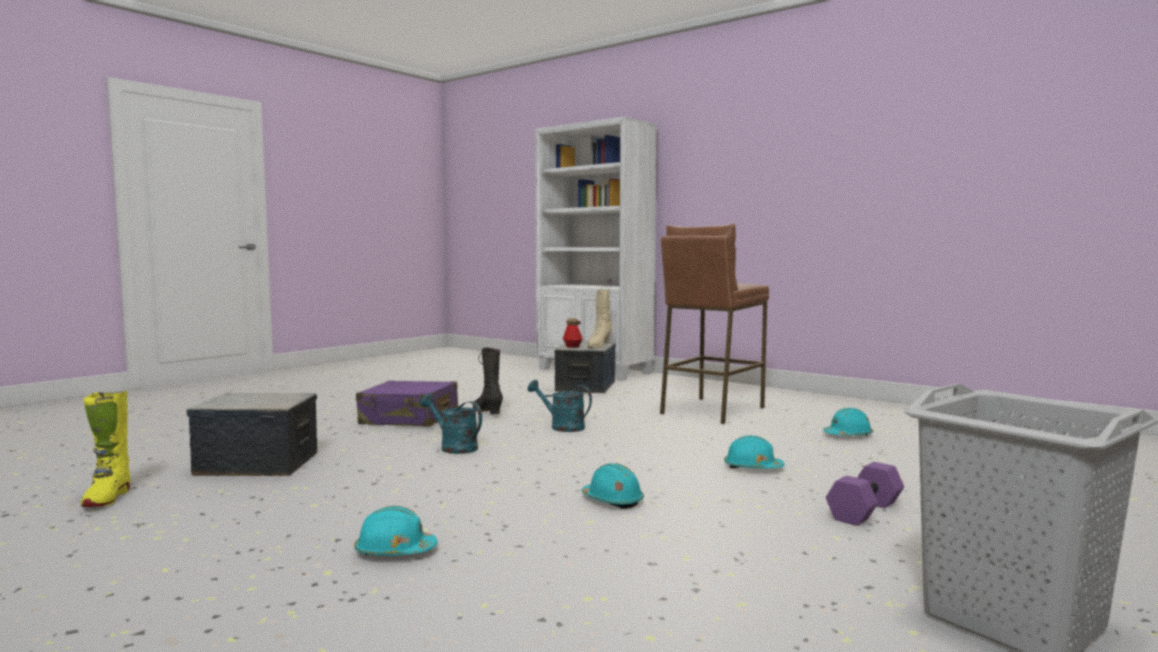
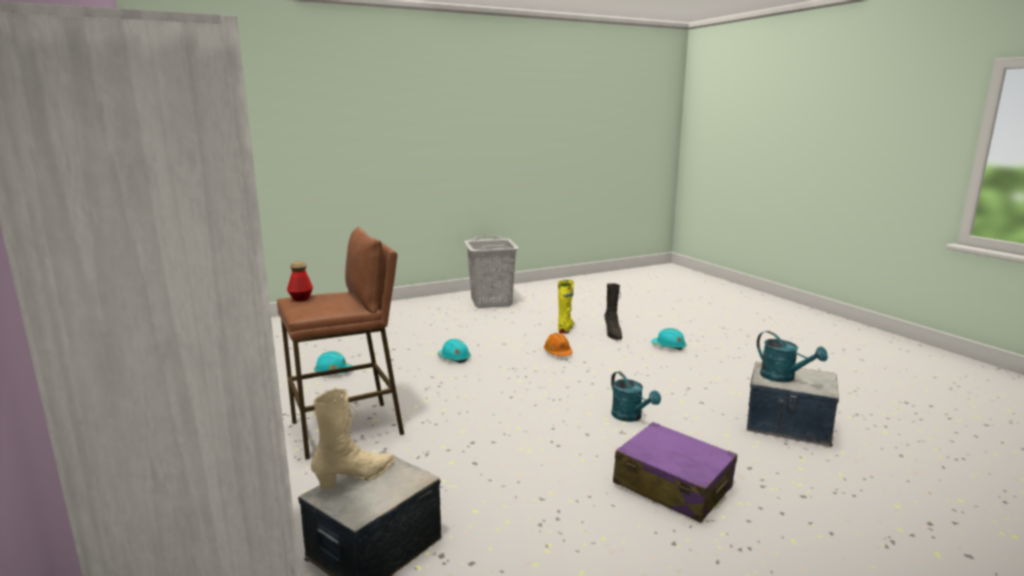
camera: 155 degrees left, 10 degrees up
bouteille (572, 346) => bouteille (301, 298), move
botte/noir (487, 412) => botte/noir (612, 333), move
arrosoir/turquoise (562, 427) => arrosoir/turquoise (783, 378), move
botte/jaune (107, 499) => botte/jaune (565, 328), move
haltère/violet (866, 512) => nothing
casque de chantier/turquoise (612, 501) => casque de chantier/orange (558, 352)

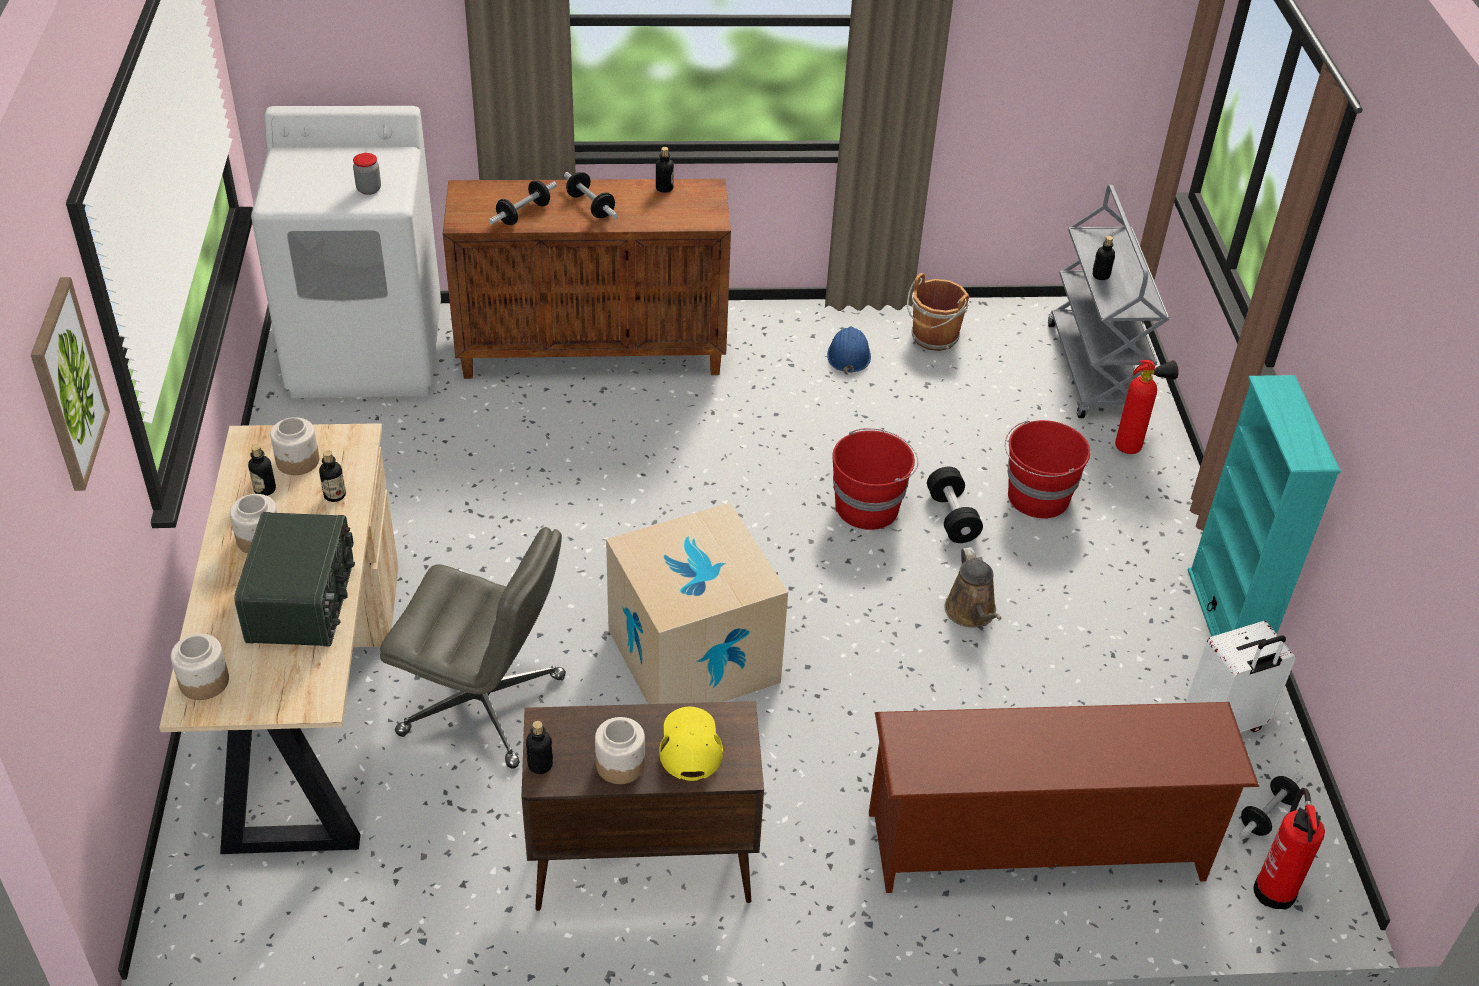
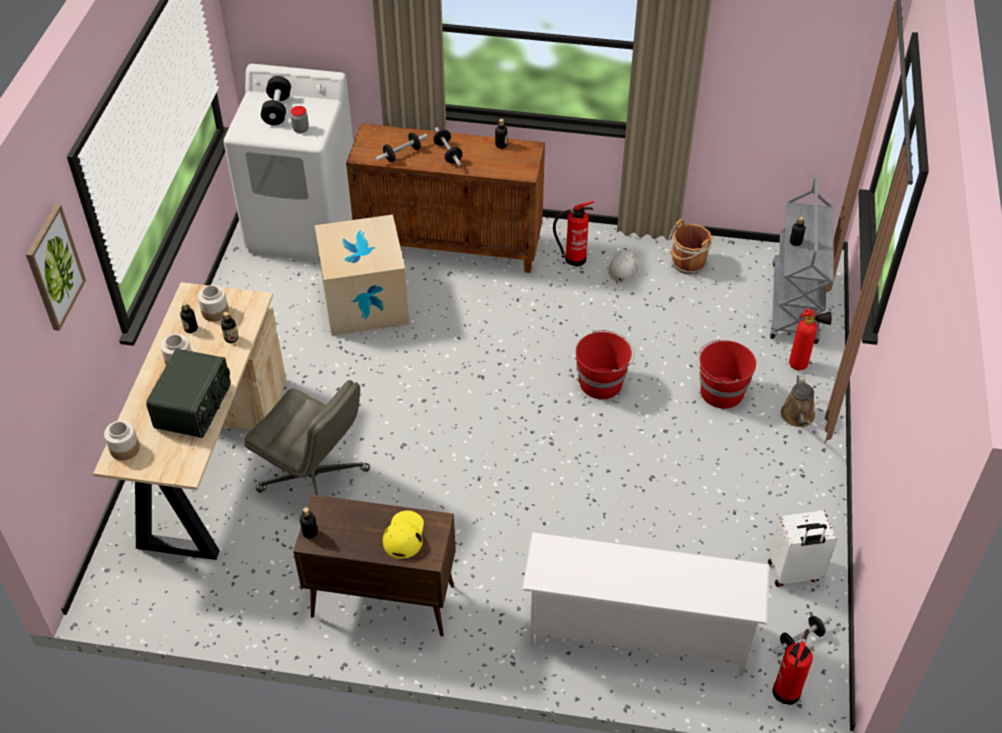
camera: 15 degrees right, 5 degrees up
casque de chantier/bleu (848, 355) => casque de chantier/blanc (623, 269)
bibliothèque/turquoise (1226, 617) => nothing
haltère/noir (952, 517) => haltère/noir (277, 110), move
carton (693, 656) => carton (365, 302), move
arrosoir/marron (972, 613) => arrosoir/marron (798, 417), move
étagère à chaussures/marron (1036, 849) => étagère à chaussures/blanc (637, 634)
bocal (620, 764) => nothing
nothing => extincteur (573, 259)

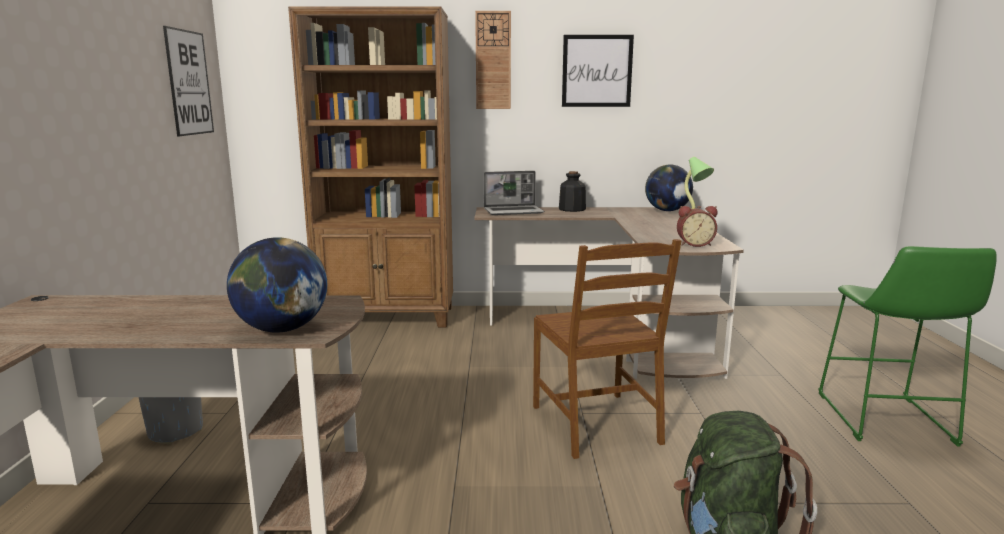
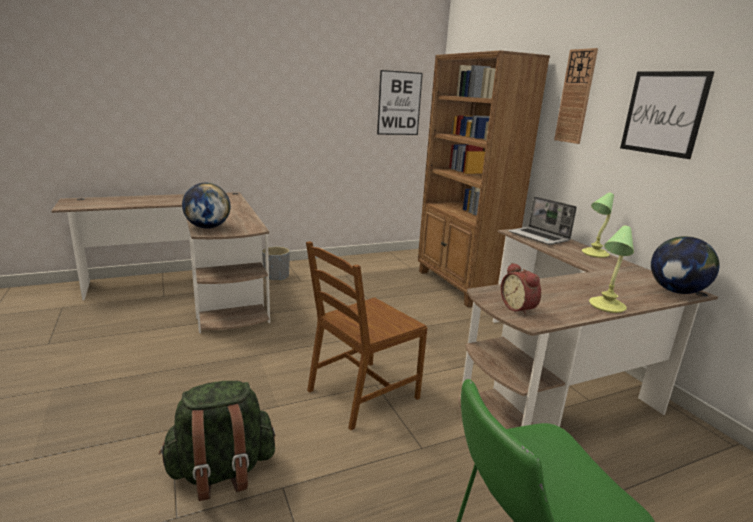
camera: 65 degrees right, 5 degrees up
bouteille (572, 209) => lampe de table (594, 254)

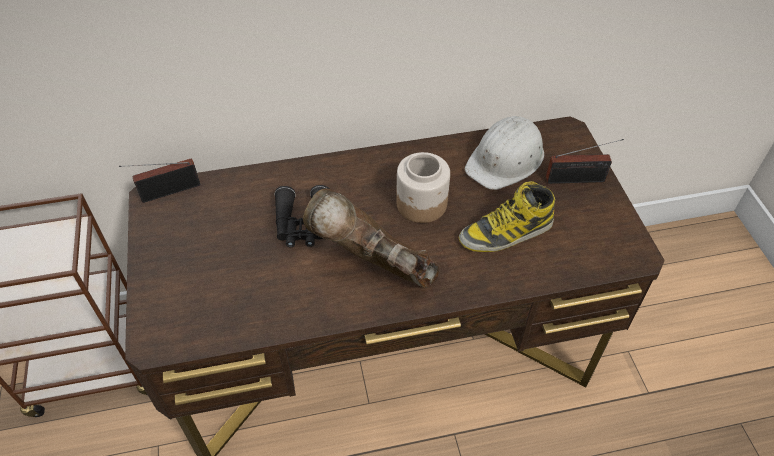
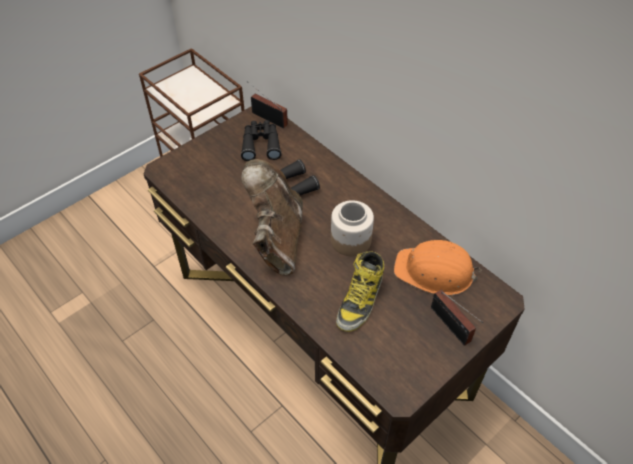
camera: 60 degrees right, 0 degrees up
casque de chantier/blanc (506, 159) => casque de chantier/orange (435, 271)
botte (506, 233) => botte (360, 300), 105 degrees counterclockwise
nothing => jumelles/noir (261, 144)

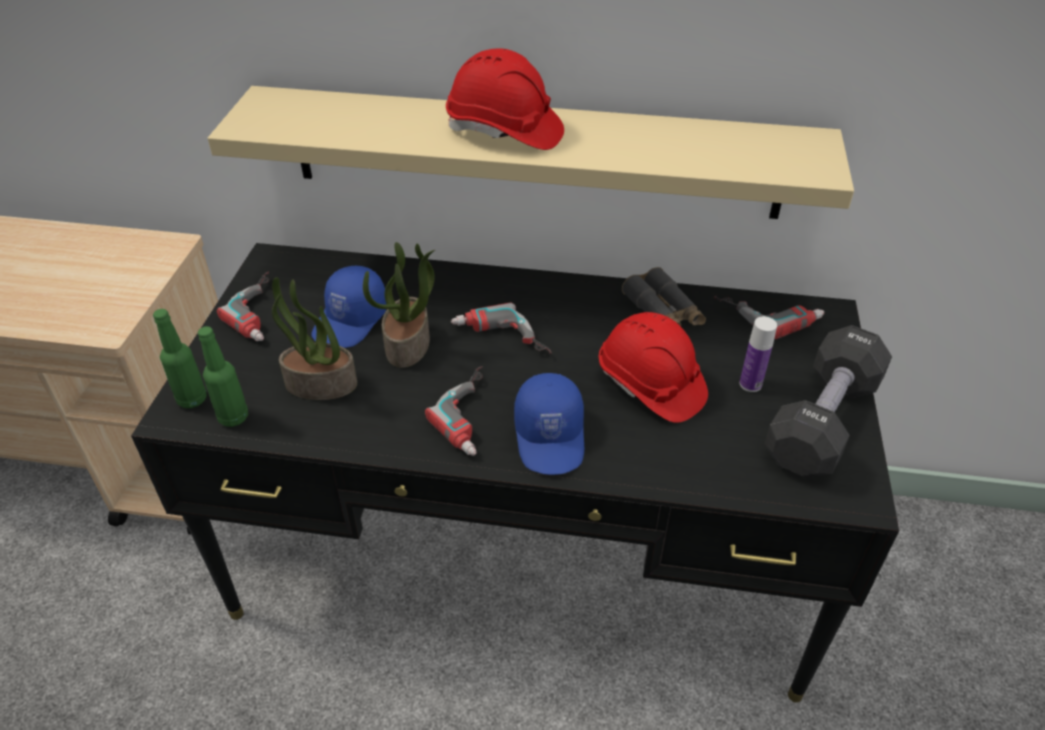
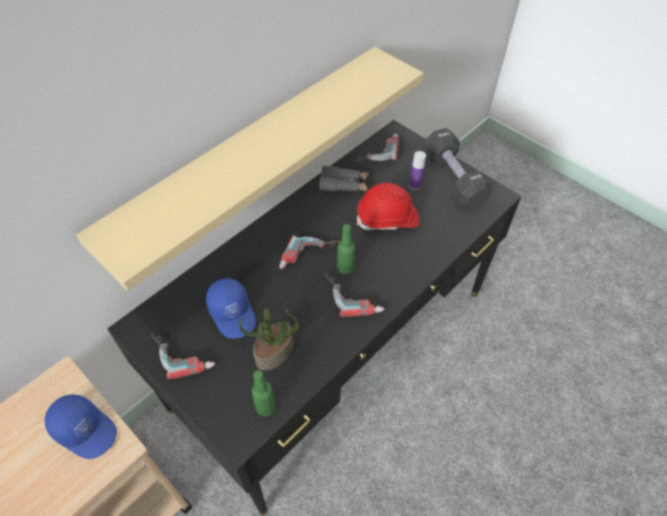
camera: 55 degrees left, 10 degrees up
casque de chantier/rouge (504, 131) => nothing
plante en pot (408, 345) => nothing
bouteille/vert (192, 399) => bouteille/vert (345, 268), move
casquette/bleu (551, 436) => casquette/bleu (86, 429), move

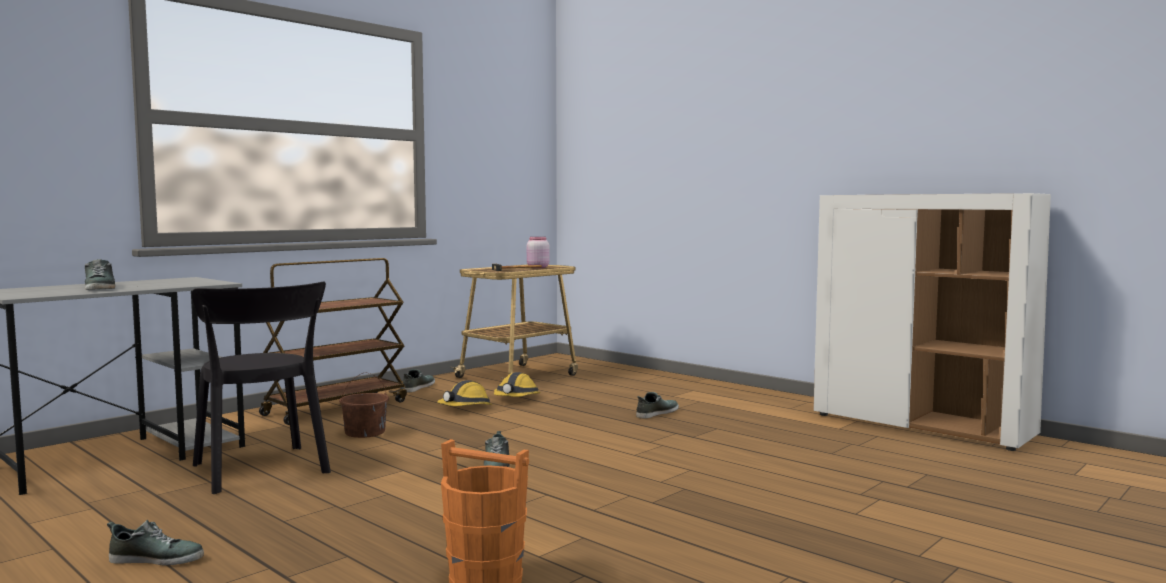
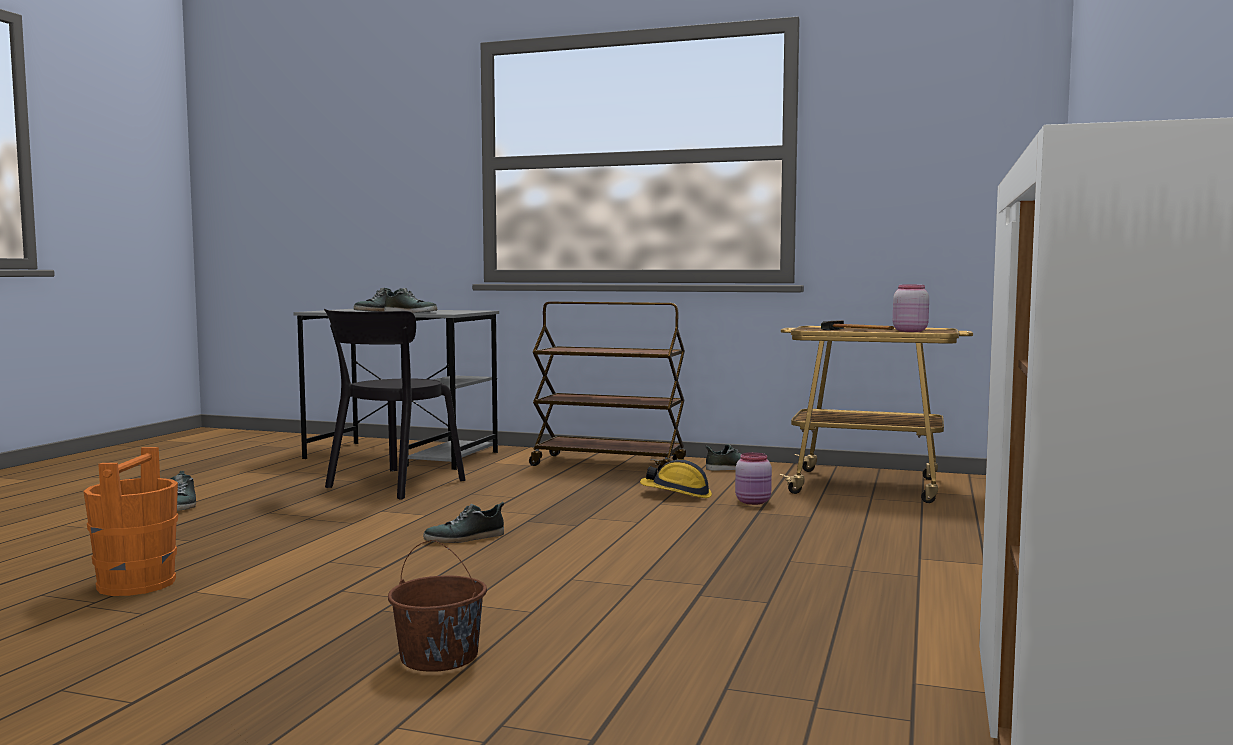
camera: 65 degrees right, 0 degrees up
seau/marron (365, 432) => seau/marron (440, 657), move
casque de chantier (516, 398) => bocal/rose (754, 502)
chaussure (656, 413) => chaussure (411, 312), move

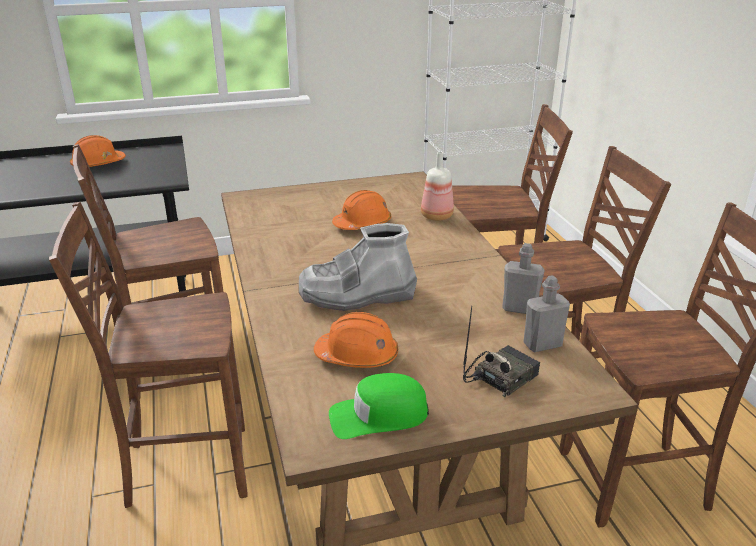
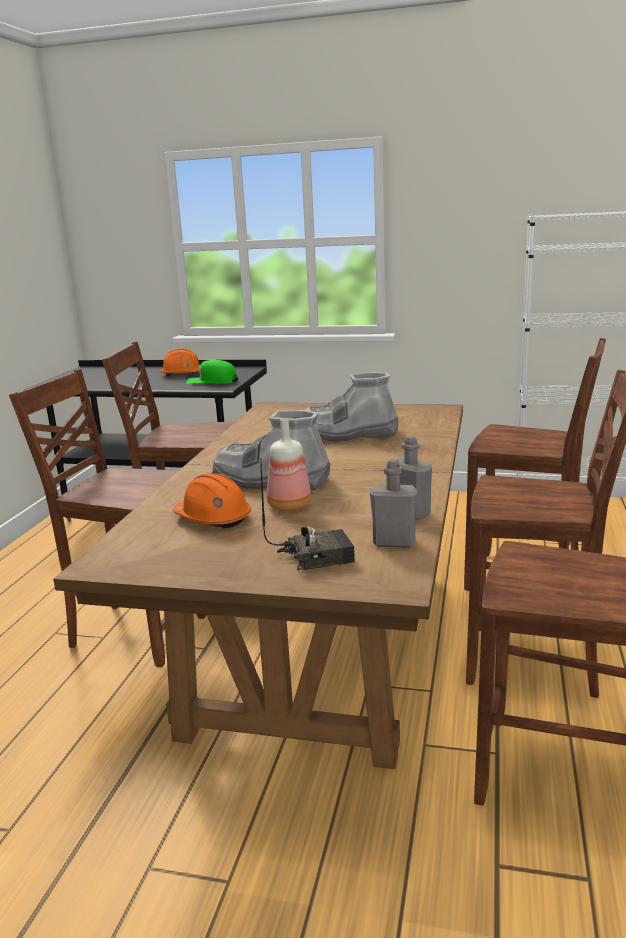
camera: 30 degrees right, 10 degrees down
bouteille (435, 216) => bouteille (288, 506), move
casque de chantier/orange (362, 224) => botte/gris (347, 434)
casquette/vert (378, 416) => casquette/vert (212, 381), move

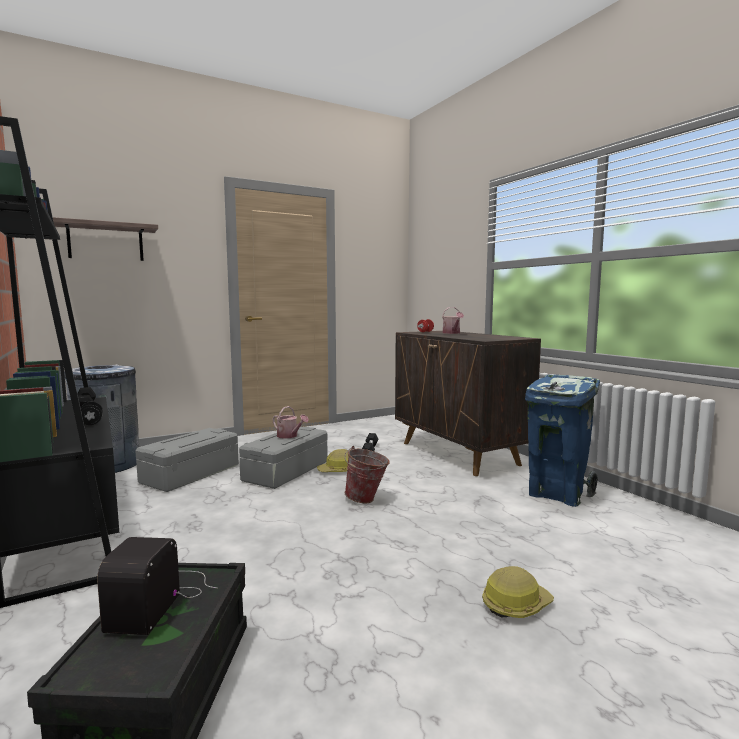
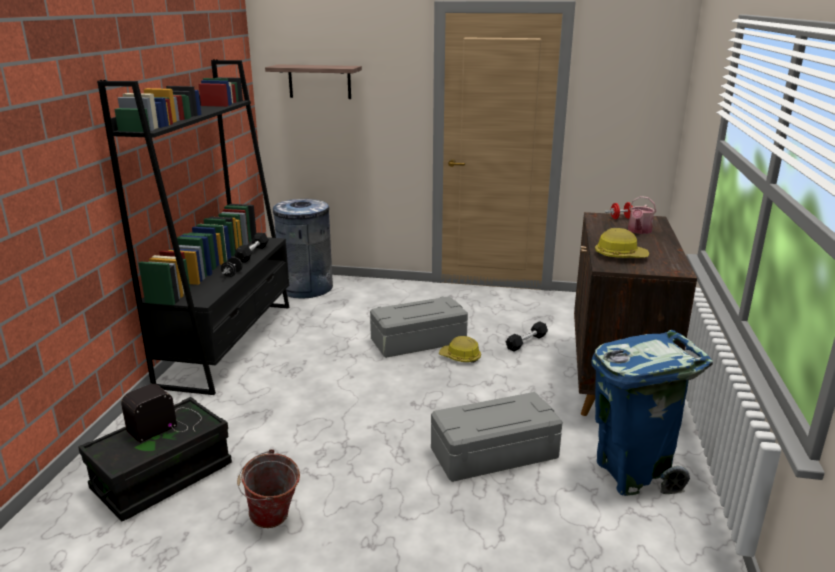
camera: 40 degrees right, 15 degrees up
arrosoir (289, 436) => nothing
boîte de rangement/gris (190, 473) => boîte de rangement/gris (494, 453), move
seau (366, 500) => seau (273, 521), move
casque de chantier (515, 604) => casque de chantier (620, 255), move

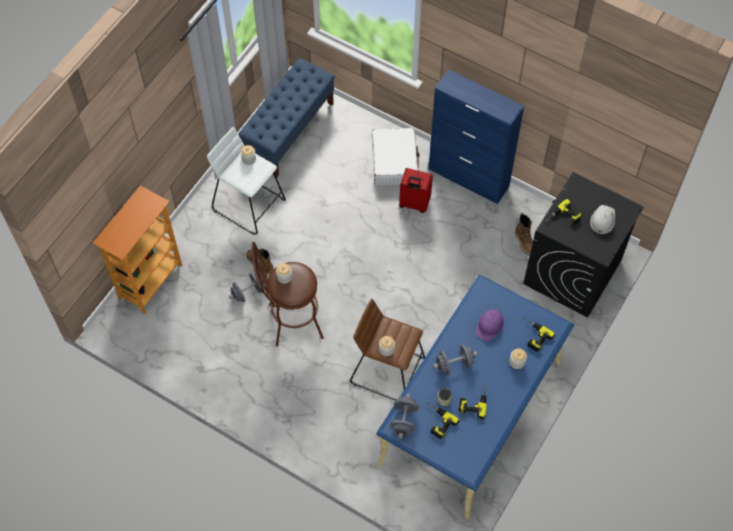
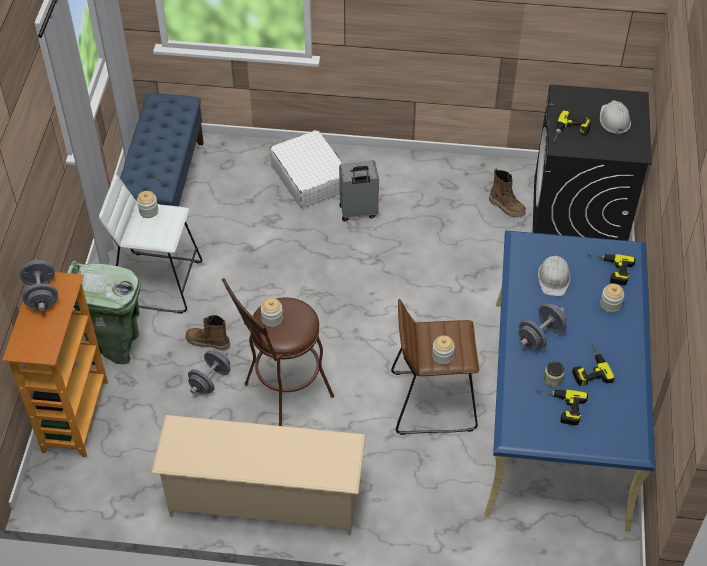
camera: 25 degrees left, 10 degrees down
meuble de rangement/bleu (469, 178) => nothing
valise/rouge (414, 204) => valise/gris (358, 212)
casque de chantier/violet (490, 325) => casque de chantier/blanc (554, 278)
haltère/gris (404, 420) => haltère/gris (42, 295), move
nothing => poubelle/vert (114, 345)
nothing => étagère à chaussures/beige (264, 499)

